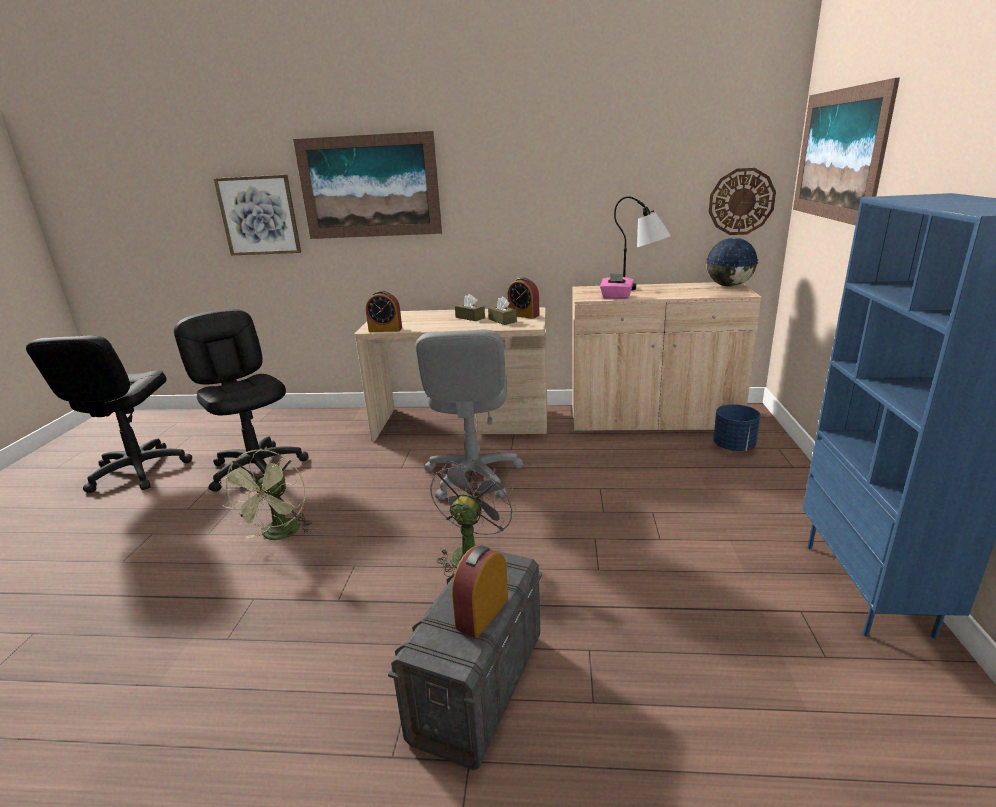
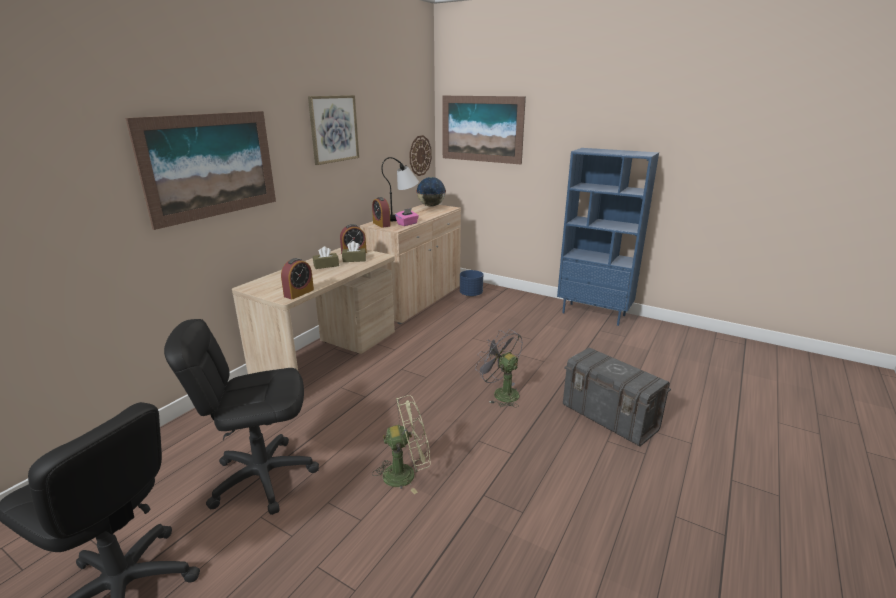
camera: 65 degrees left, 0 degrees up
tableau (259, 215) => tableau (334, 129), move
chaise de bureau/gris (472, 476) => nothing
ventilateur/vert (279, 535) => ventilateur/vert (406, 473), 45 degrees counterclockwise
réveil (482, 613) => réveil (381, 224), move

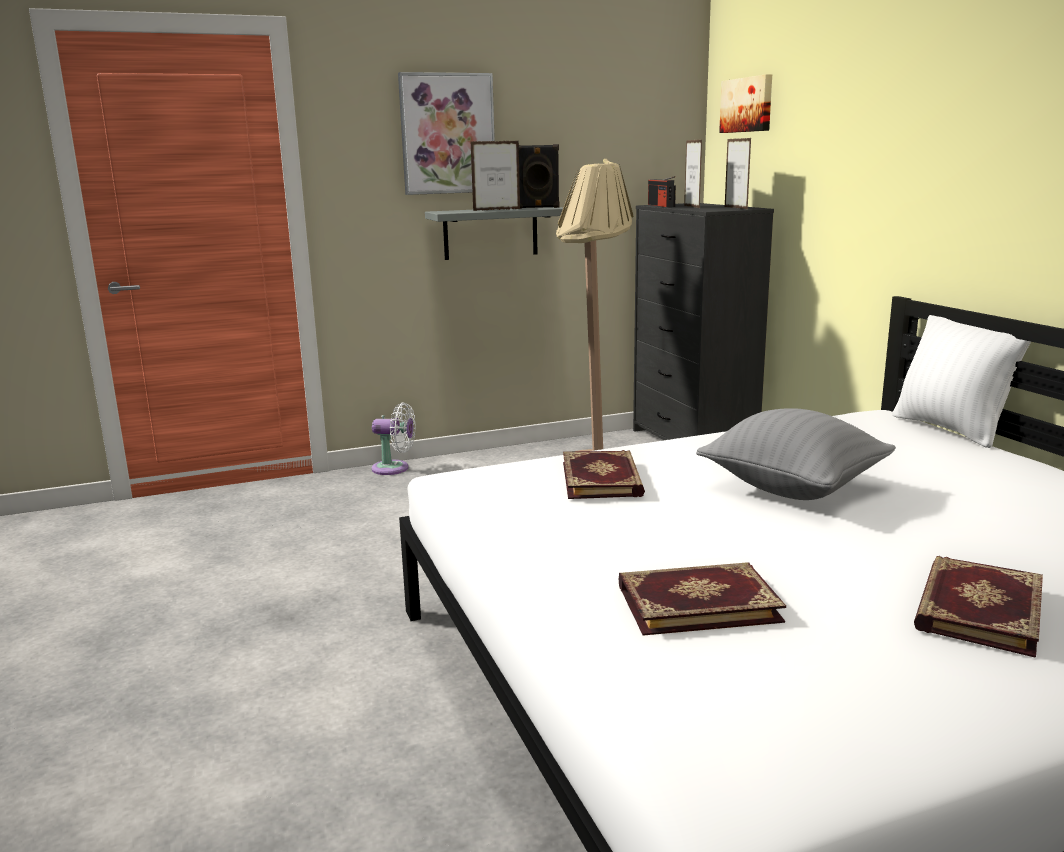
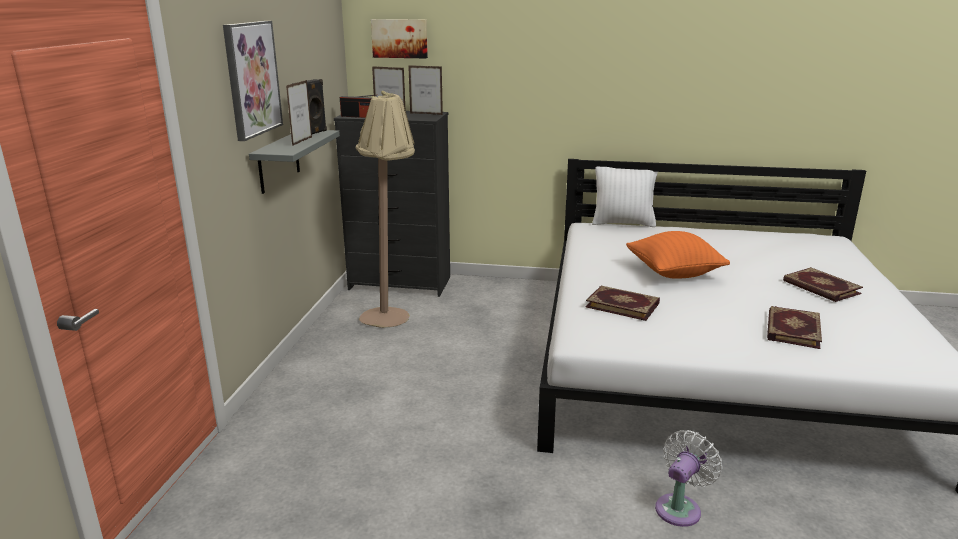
camera: 60 degrees left, 5 degrees up
ventilateur/blanc (394, 468) => ventilateur/blanc (680, 507), move
coussin/gris (793, 488) => coussin/orange (674, 273)

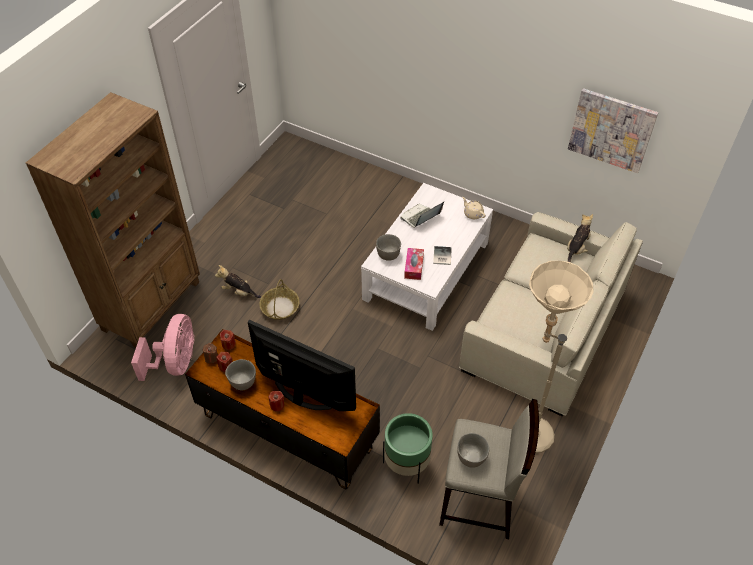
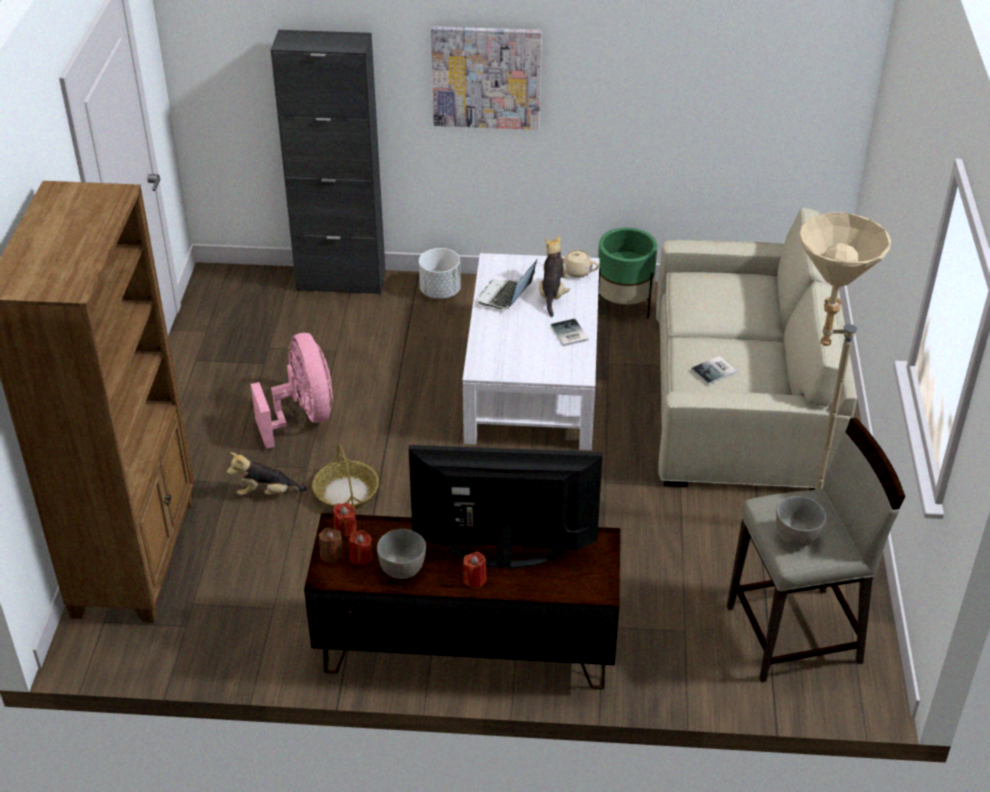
camera: 25 degrees left, 10 degrees down
tableau (611, 130) => tableau (486, 77), move
peluche (577, 249) => peluche (552, 294), move
bol/gris (388, 254) => nothing
boîte à mouchoirs (414, 267) => nothing
ventilateur/rose (176, 363) => ventilateur/rose (303, 416), move
cache-pot/vert (406, 463) => cache-pot/vert (623, 307), move
nothing => meuble de rangement/noir (341, 281)
nothing => cache-pot/blanc (440, 291)
nothing => livre (715, 371)

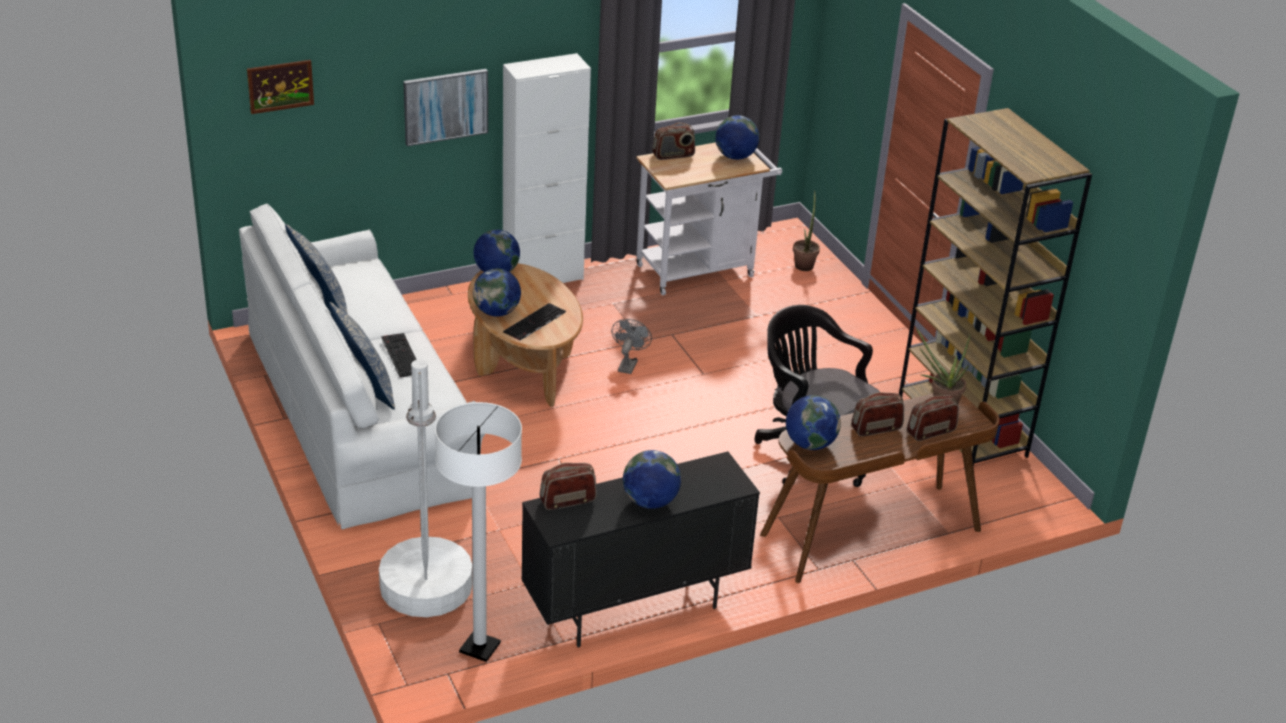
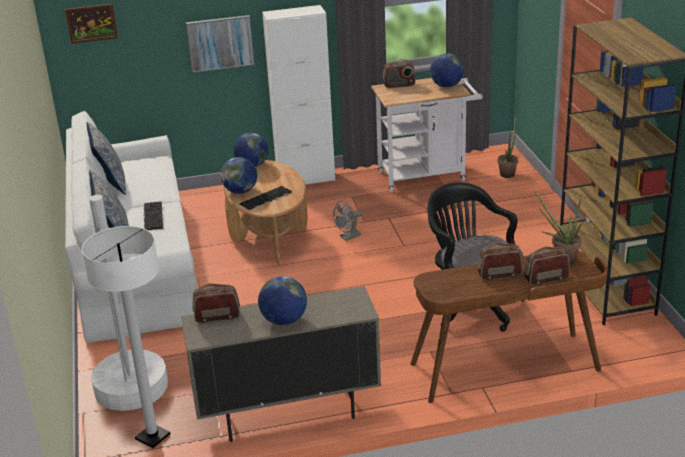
camera: 15 degrees right, 5 degrees down
ventilateur/gris (628, 364) => ventilateur/gris (348, 237), 150 degrees counterclockwise
globe (810, 444) => nothing
meuble de rangement/noir (634, 608) => meuble de rangement/beige (287, 414)

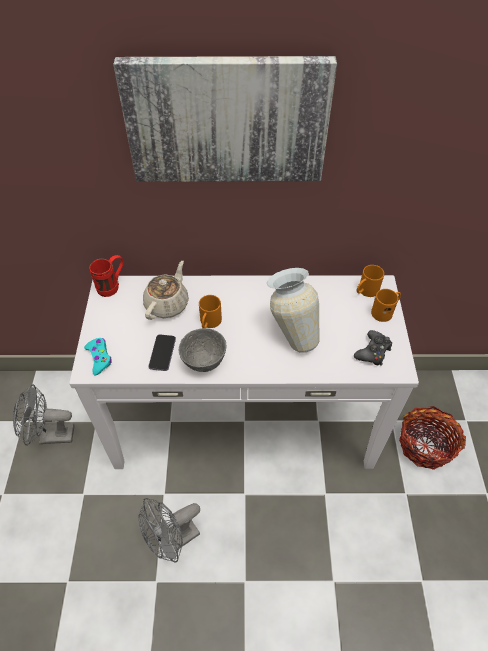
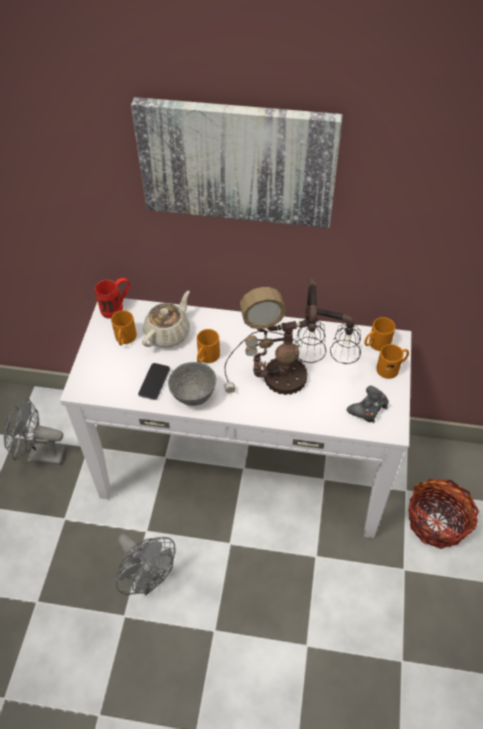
camera: 10 degrees right, 0 degrees up
vase (291, 333) => lampe de table (288, 378)
manette/turquoise (99, 358) => nothing
ventilateur/gris (173, 541) => ventilateur/gris (148, 579), 105 degrees counterclockwise
nothing => mug/orange (125, 339)

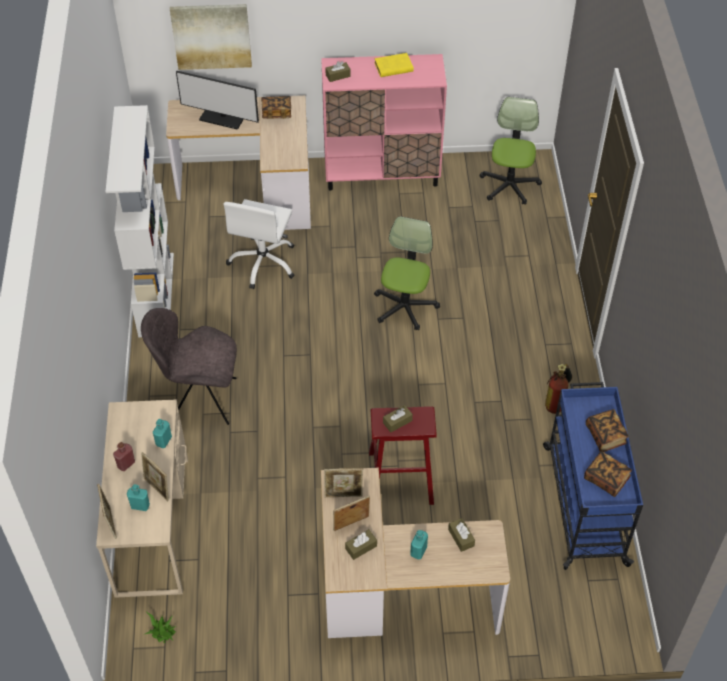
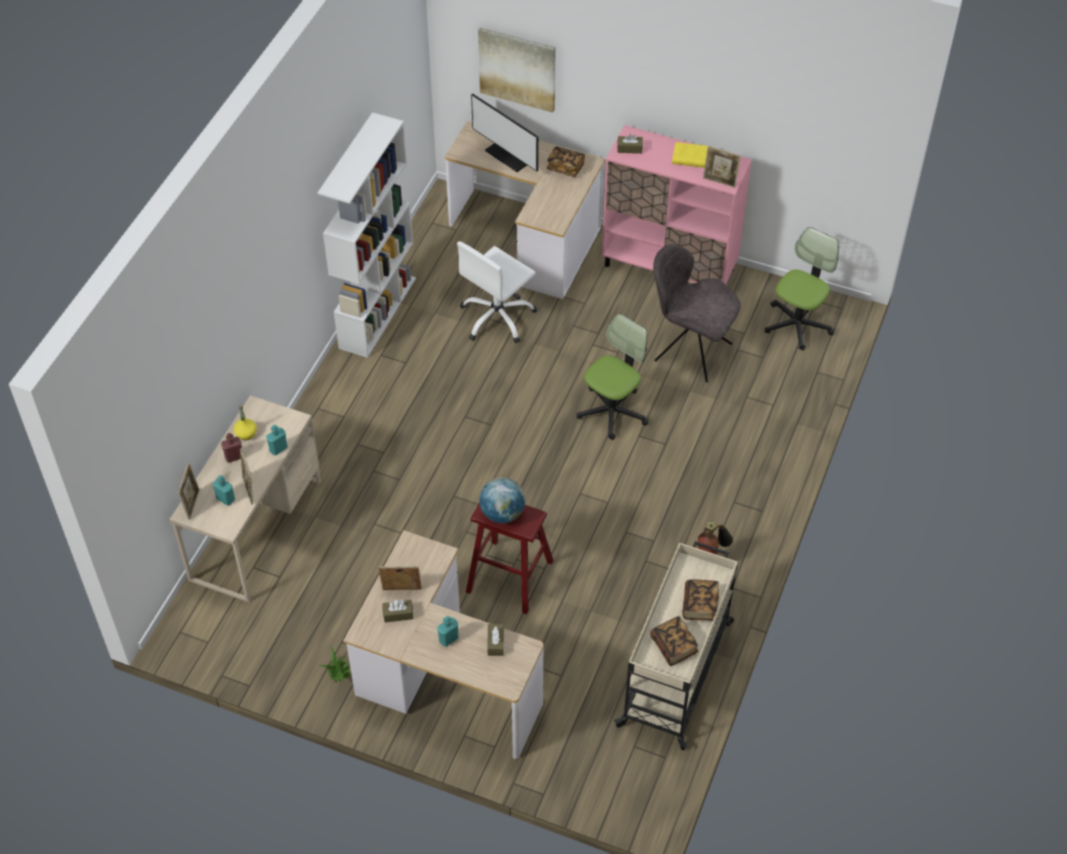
camera: 25 degrees right, 0 degrees up
chaise/gris (200, 399) => chaise/gris (690, 351), move
chariot/bleu (584, 503) => chariot/beige (676, 672)
boîte à mouchoirs/marron (397, 422) => globe (502, 513)
cadre photo (343, 495) => cadre photo (720, 182), move
plante en pot (162, 631) => plante en pot (338, 670), move
nothing => bouteille/jaune (246, 433)

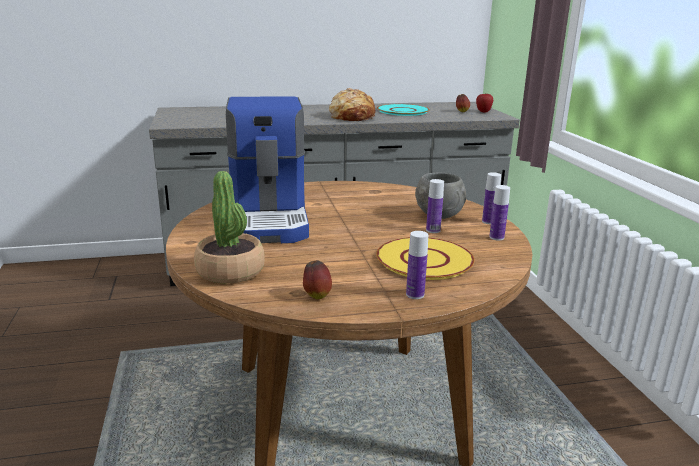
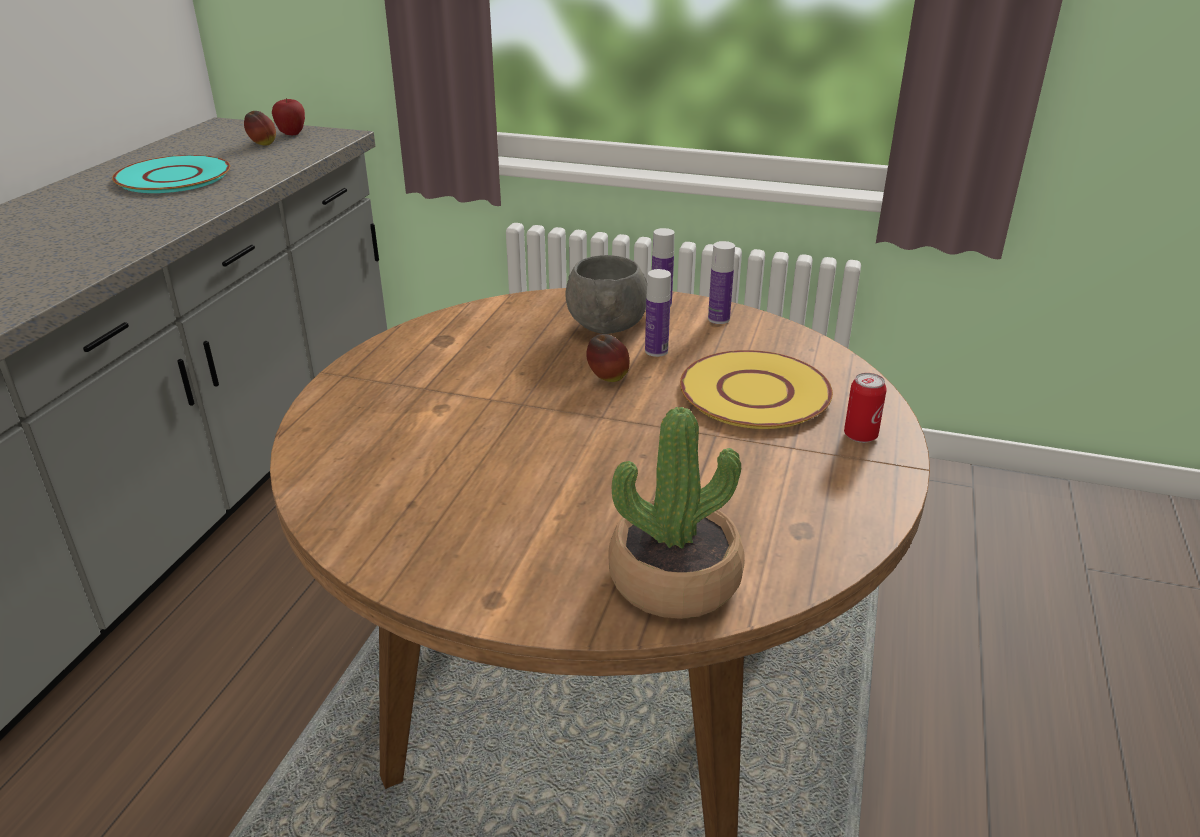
camera: 60 degrees left, 10 degrees up
pain (352, 116) => nothing
machine à café (270, 219) => nothing
bouteille (415, 294) => boîte métallique (860, 435)
pomme (317, 296) => pomme (608, 379), move

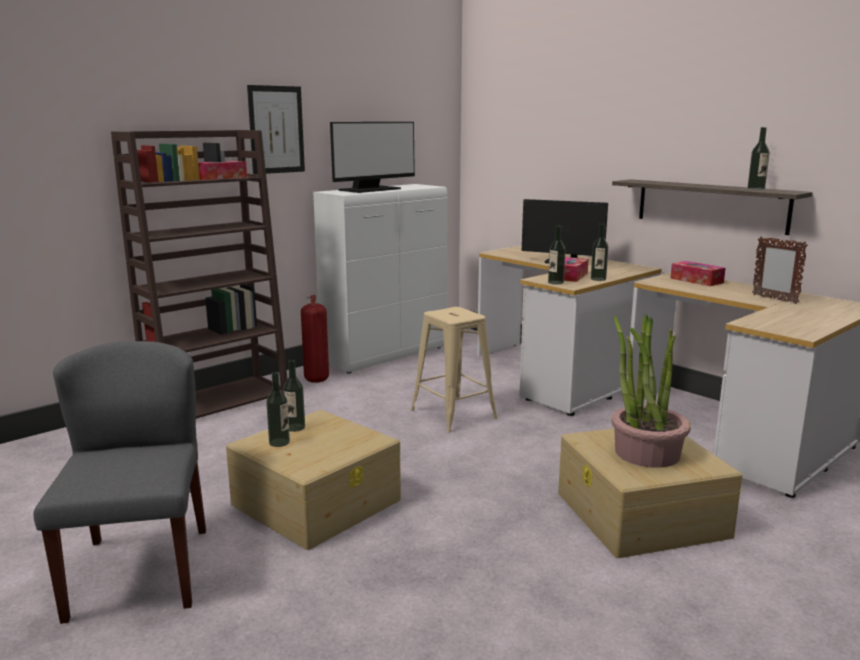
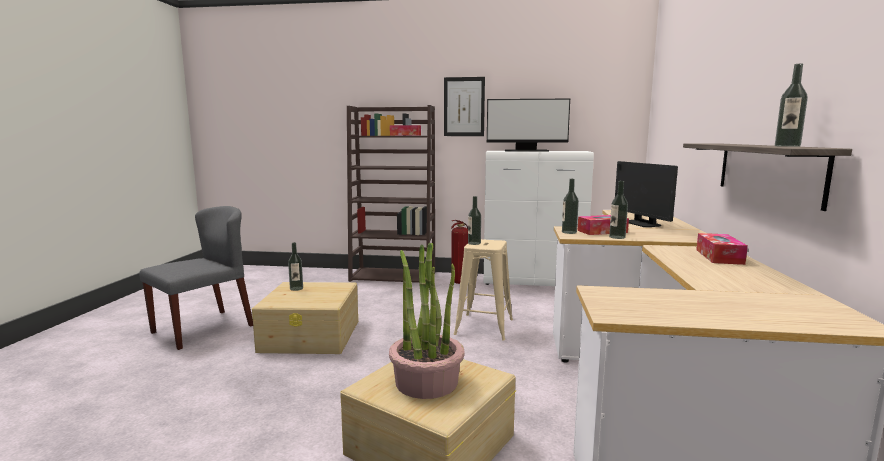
camera: 50 degrees right, 5 degrees down
cadre photo (774, 299) => nothing
bouteille (295, 427) => bouteille (474, 243), move

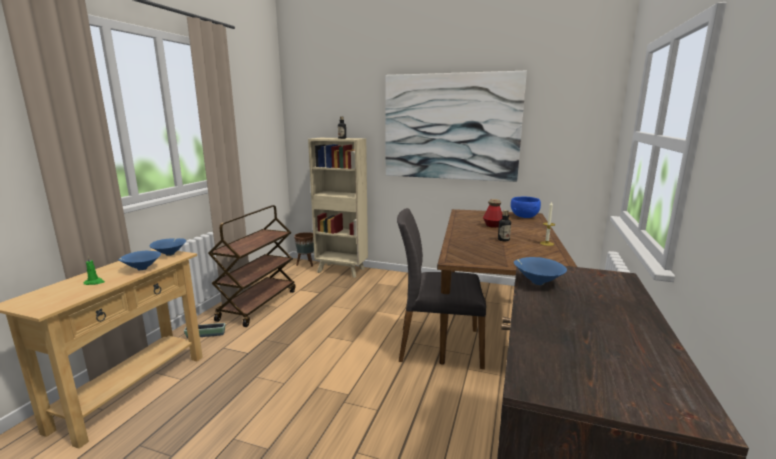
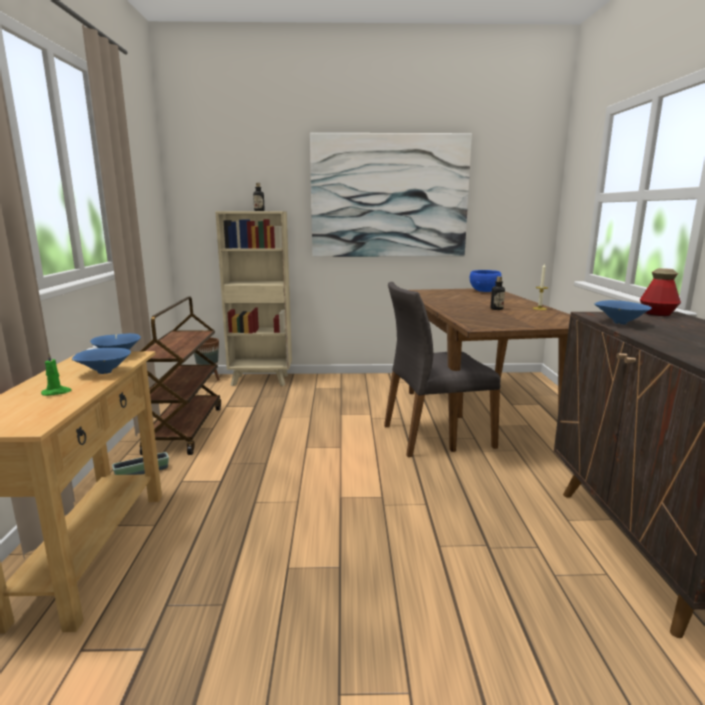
camera: 20 degrees left, 0 degrees up
bouteille (492, 226) => bouteille (657, 314), move

